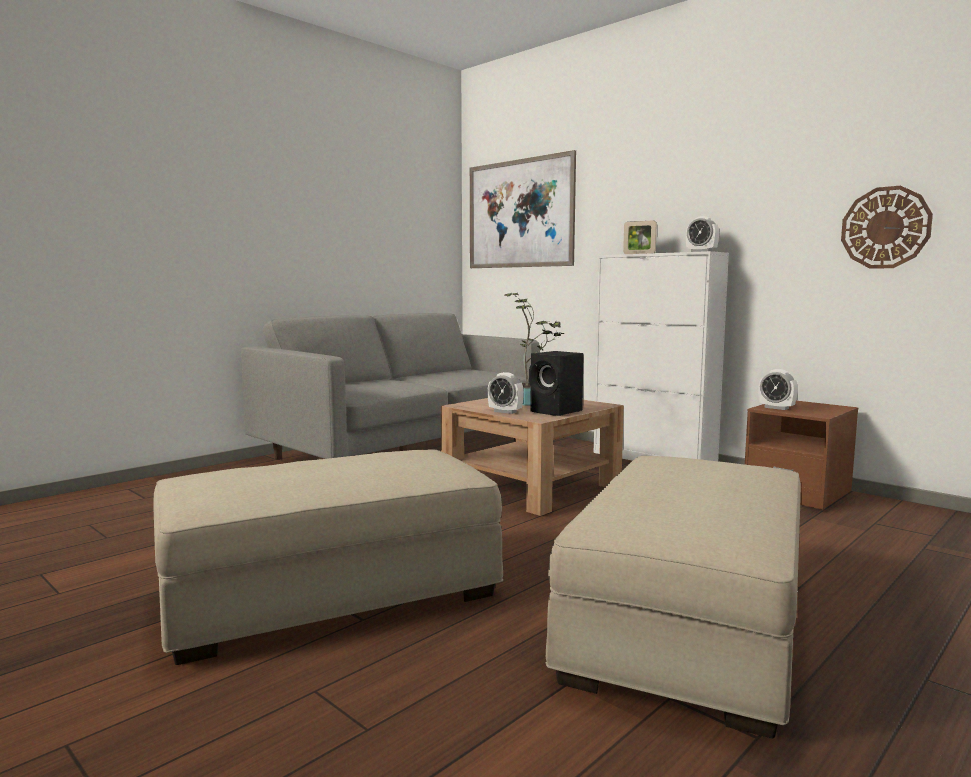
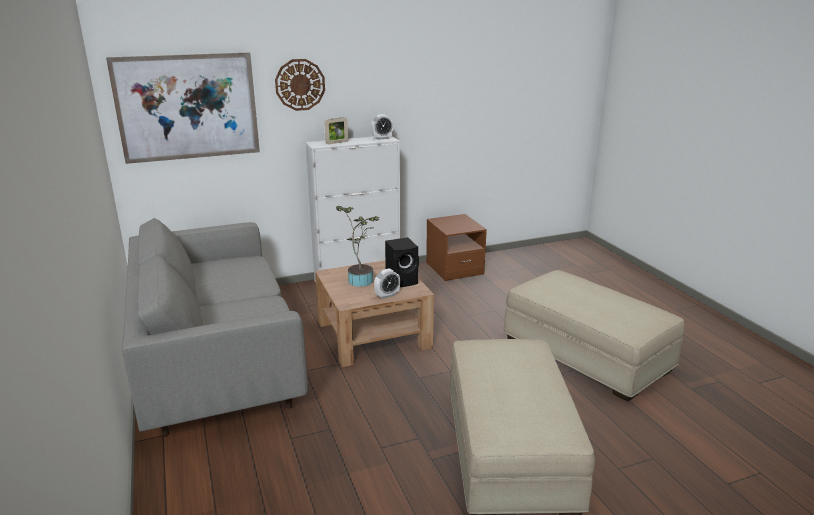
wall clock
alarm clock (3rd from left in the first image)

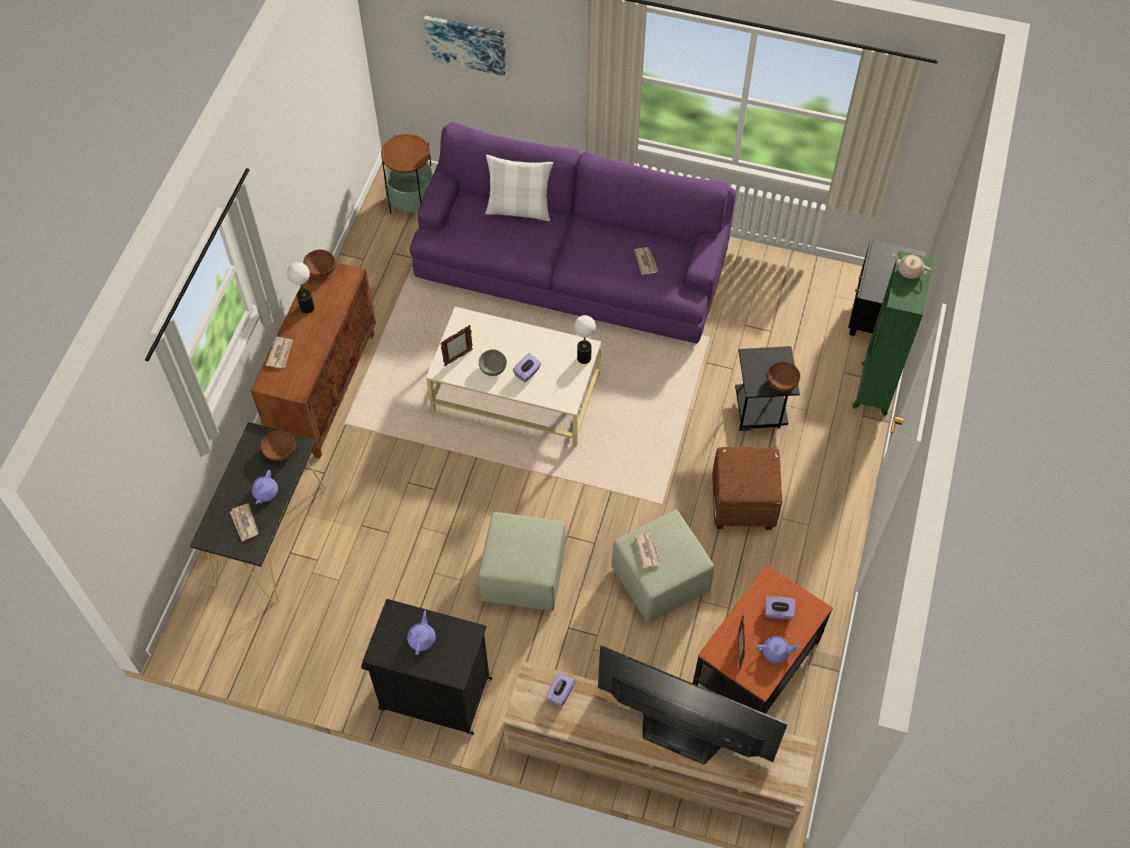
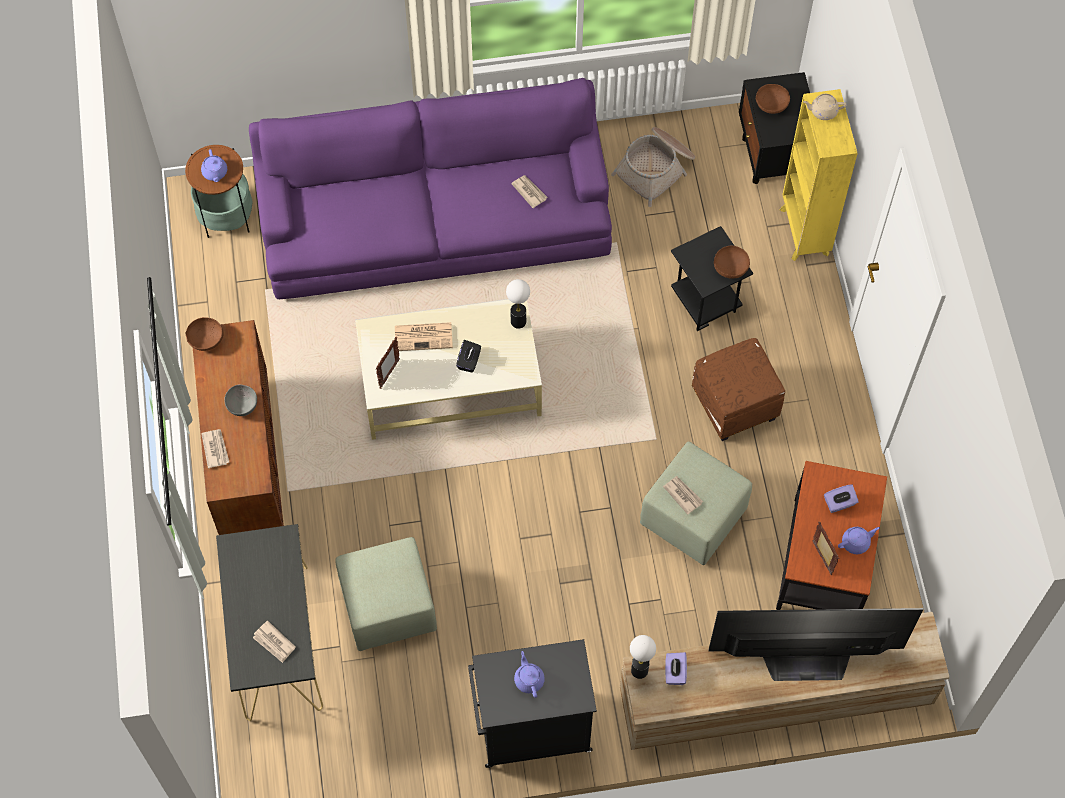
picture
white pillow
yellow bookcase
table lamp (2nd from left)
grey bowl
black tissue box
brown bowl (3rd from left)
purple teapot (1st from left)
green ottoman (1st from left)
basket
newspaper (3rd from left)

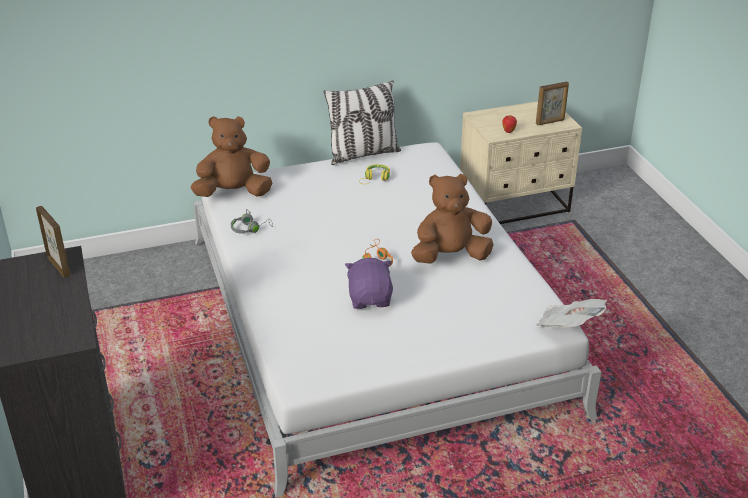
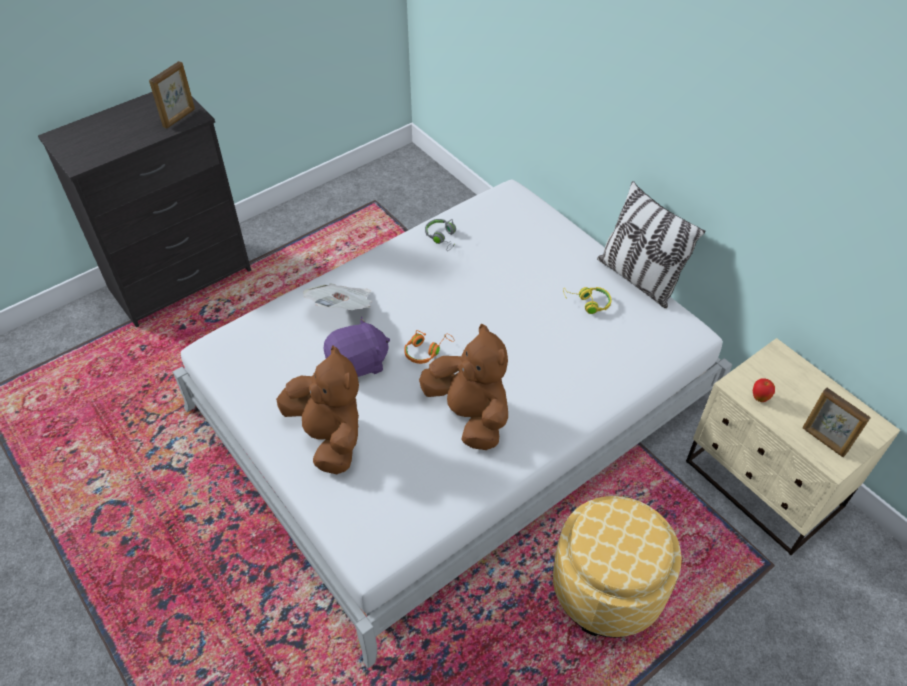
brown plush toy (1st from left)
newspaper
ottoman

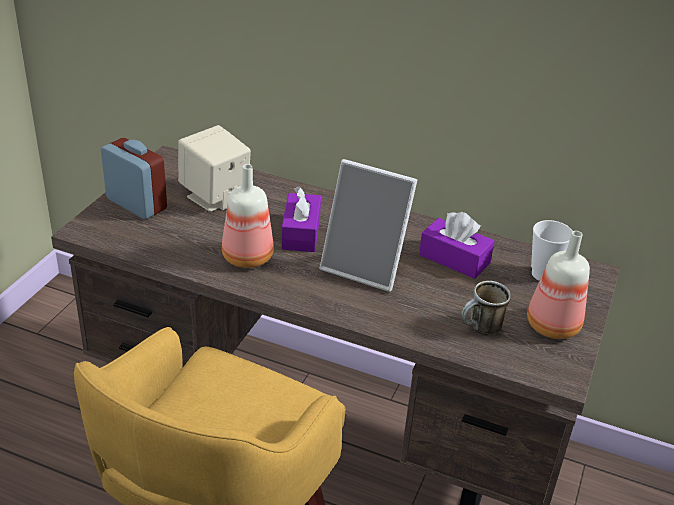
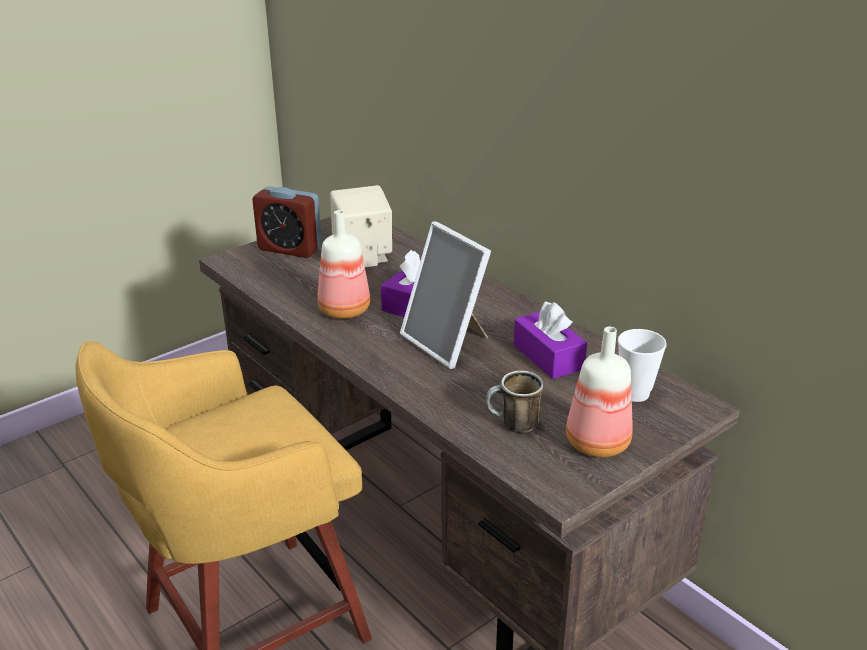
alarm clock

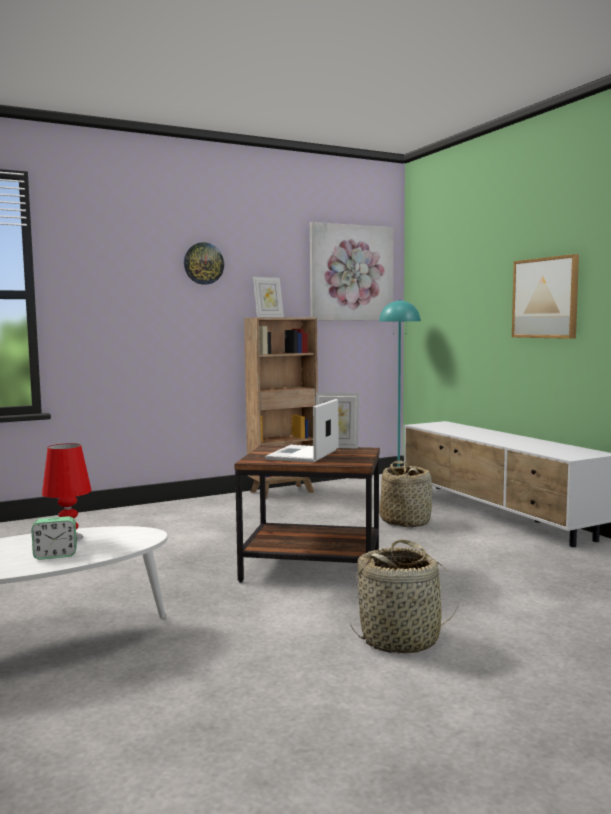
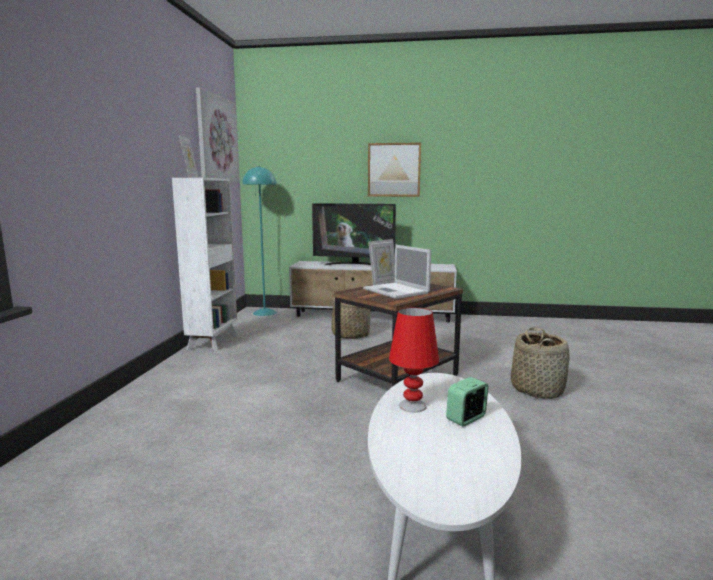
wall clock
white bookcase
alarm clock
television

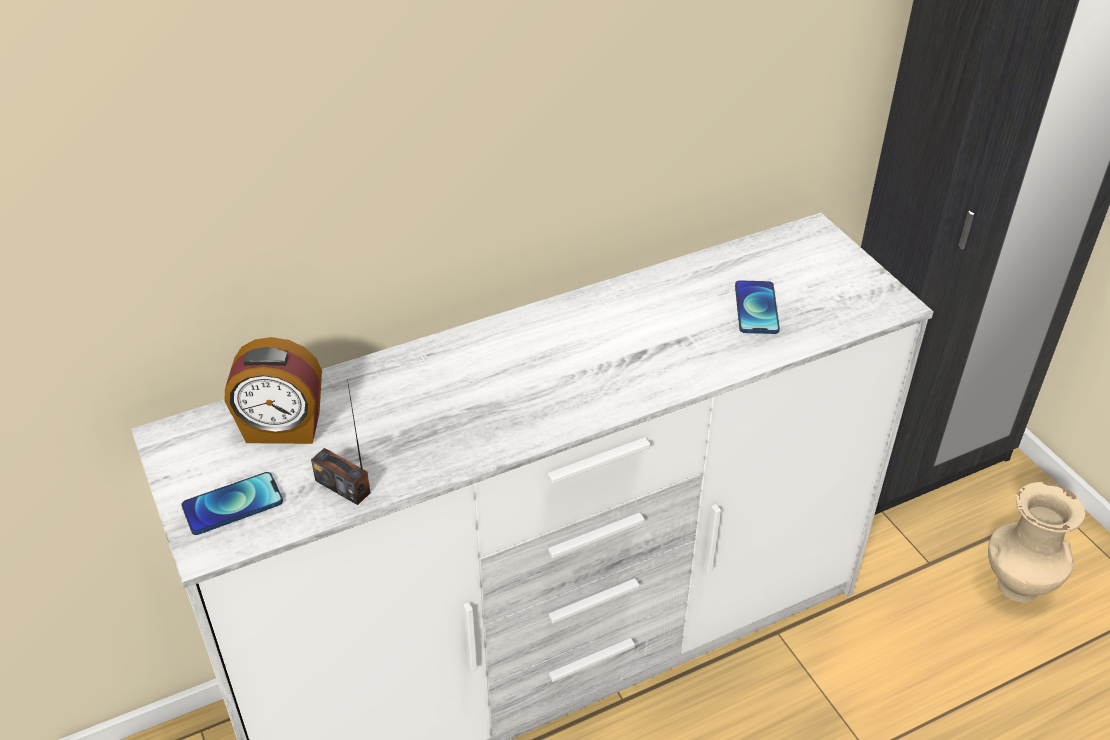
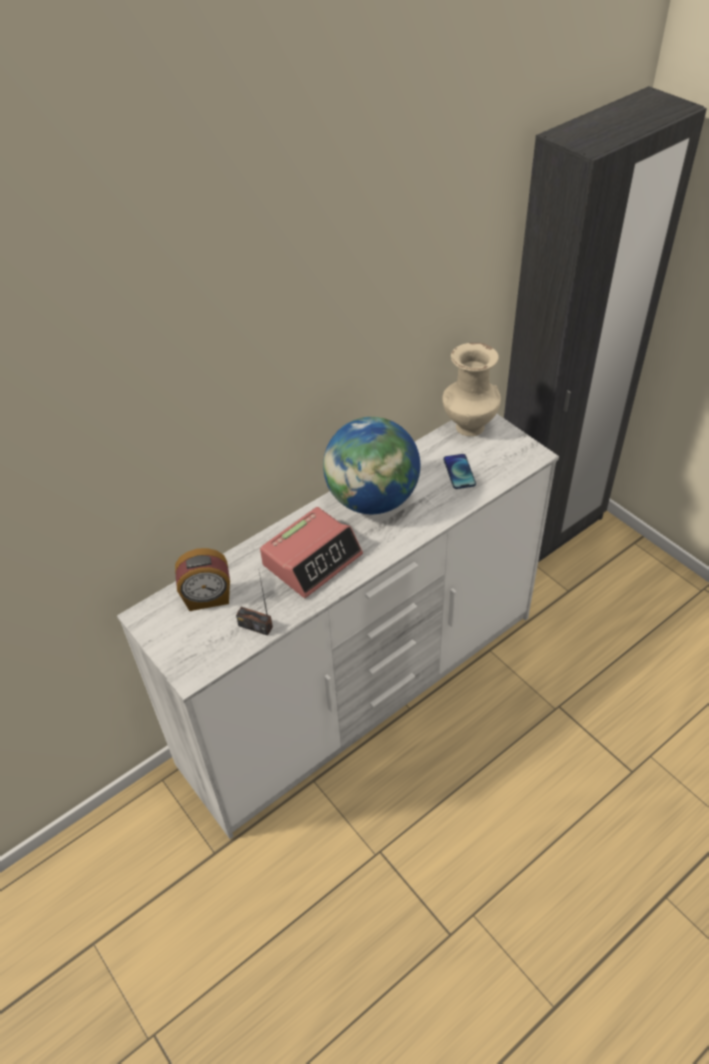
phone (1st from left in the first image)
beige vase
globe
alarm clock (2nd from left)

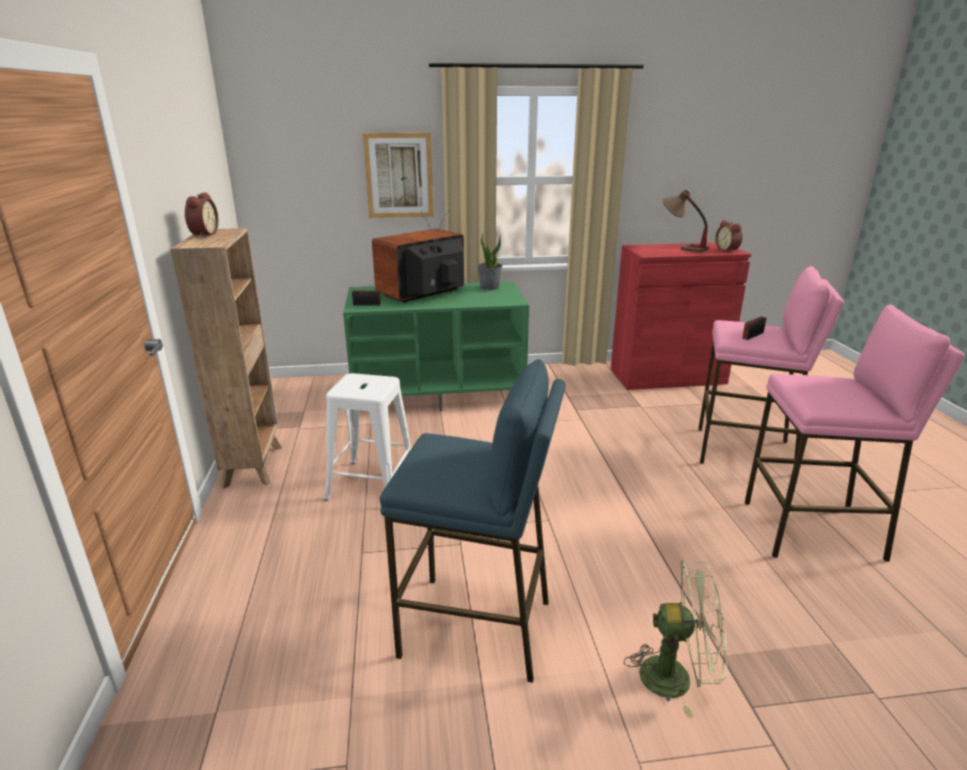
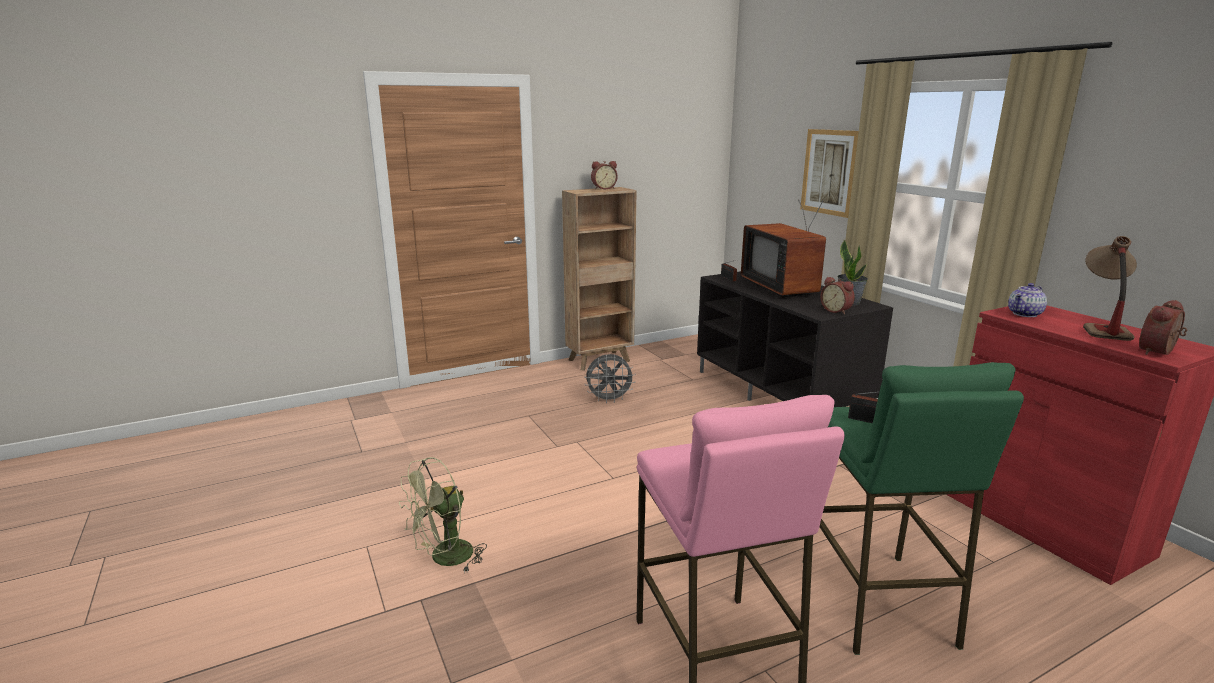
television
green stool
black tv stand
blue stool
grey fan
green fan
alarm clock (2nd from left)
teapot

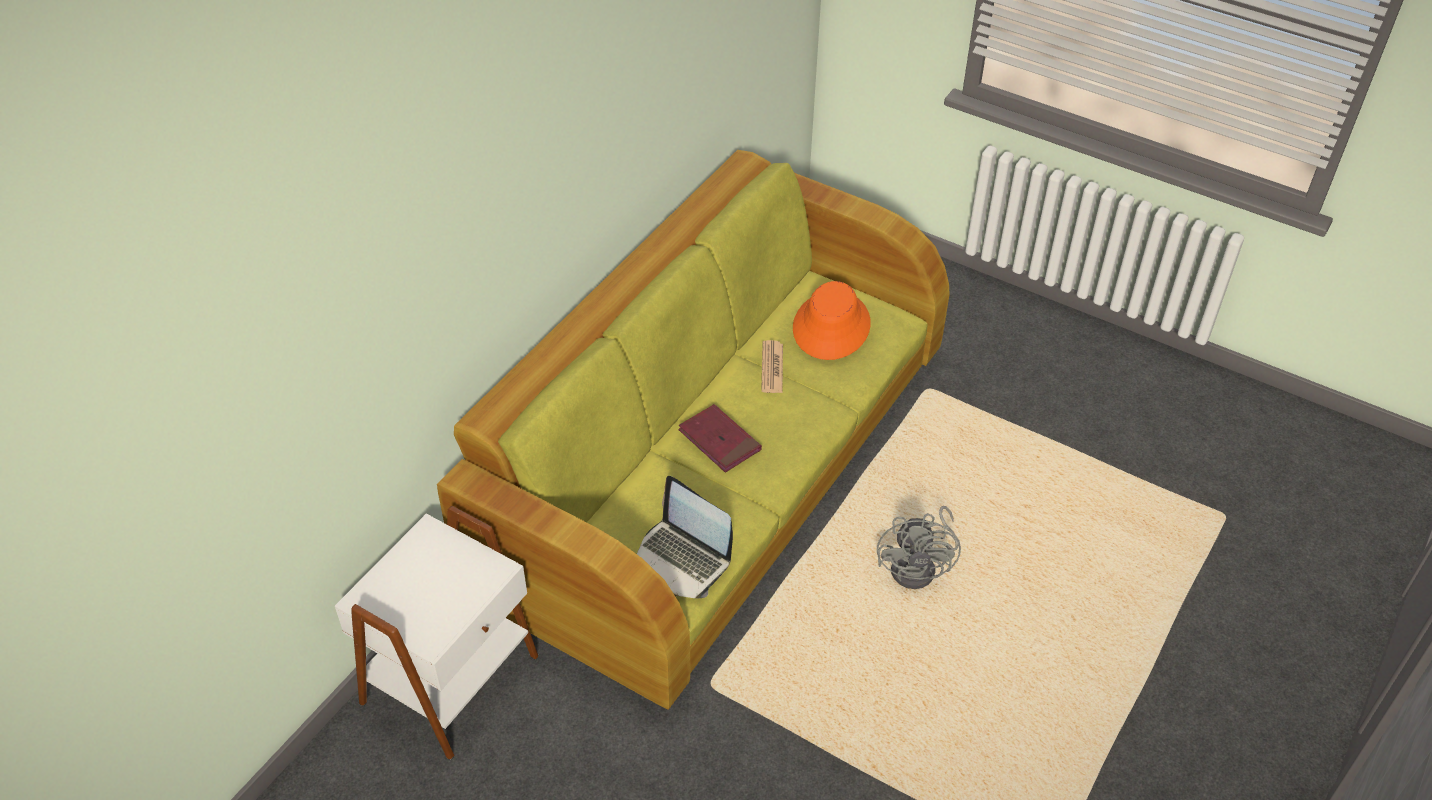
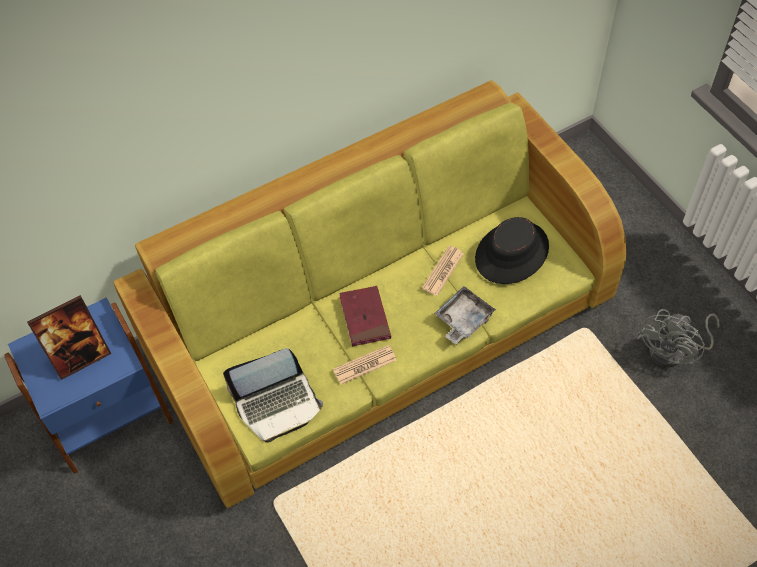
black hat
laptop
blue side table
grey fan
grey tray
picture frame
newspaper (1st from left)

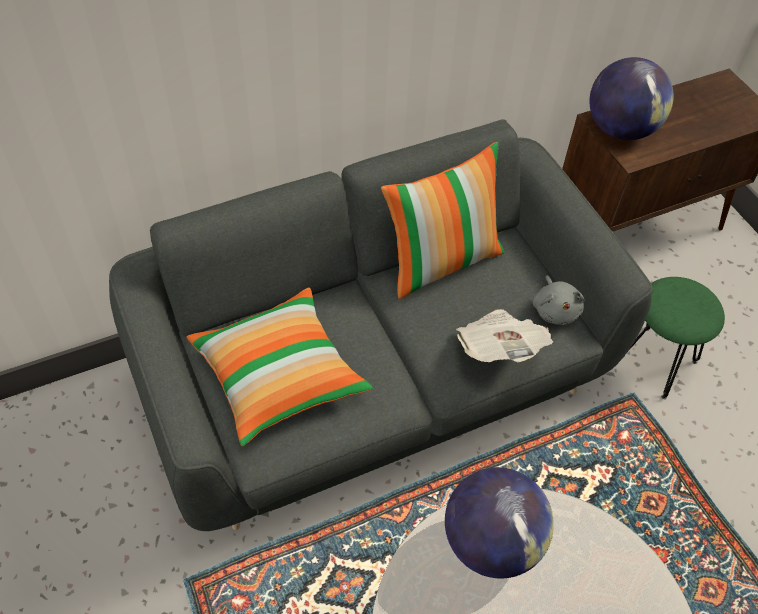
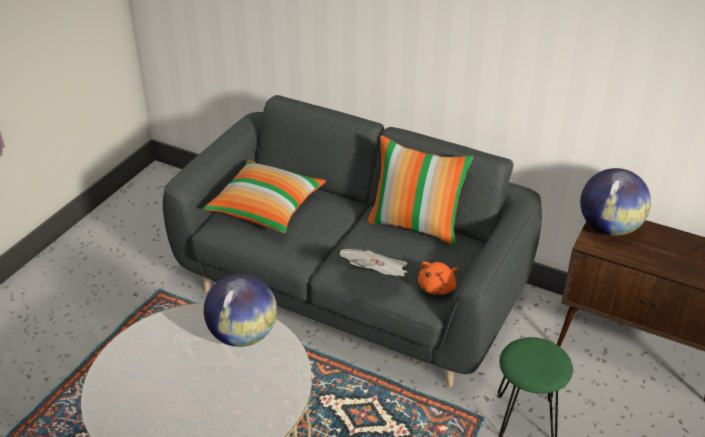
orange plush toy

